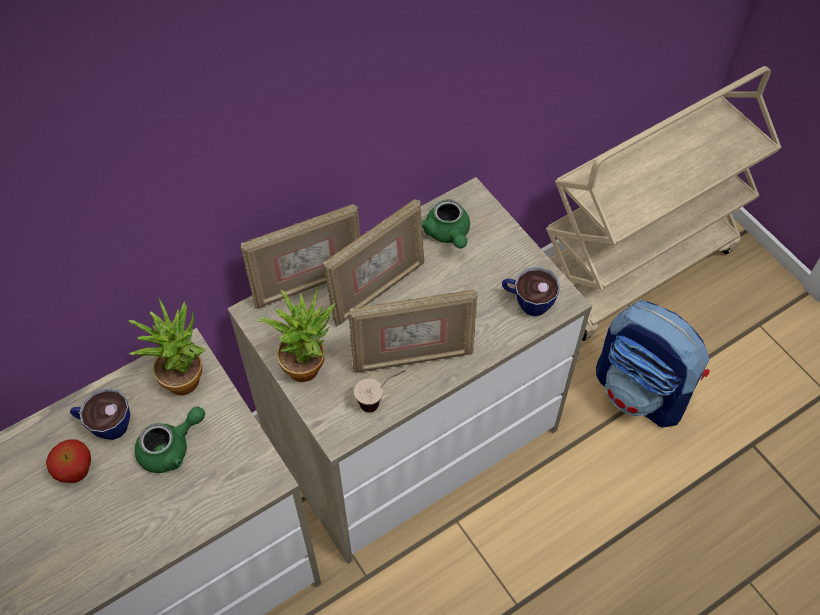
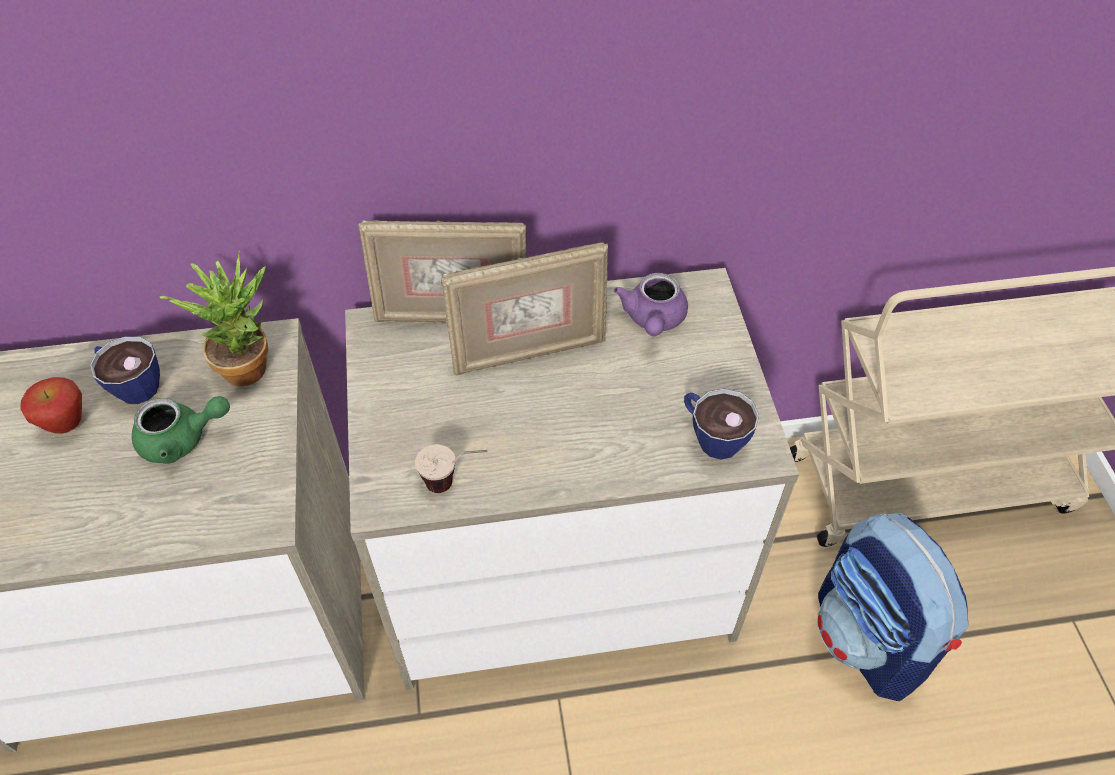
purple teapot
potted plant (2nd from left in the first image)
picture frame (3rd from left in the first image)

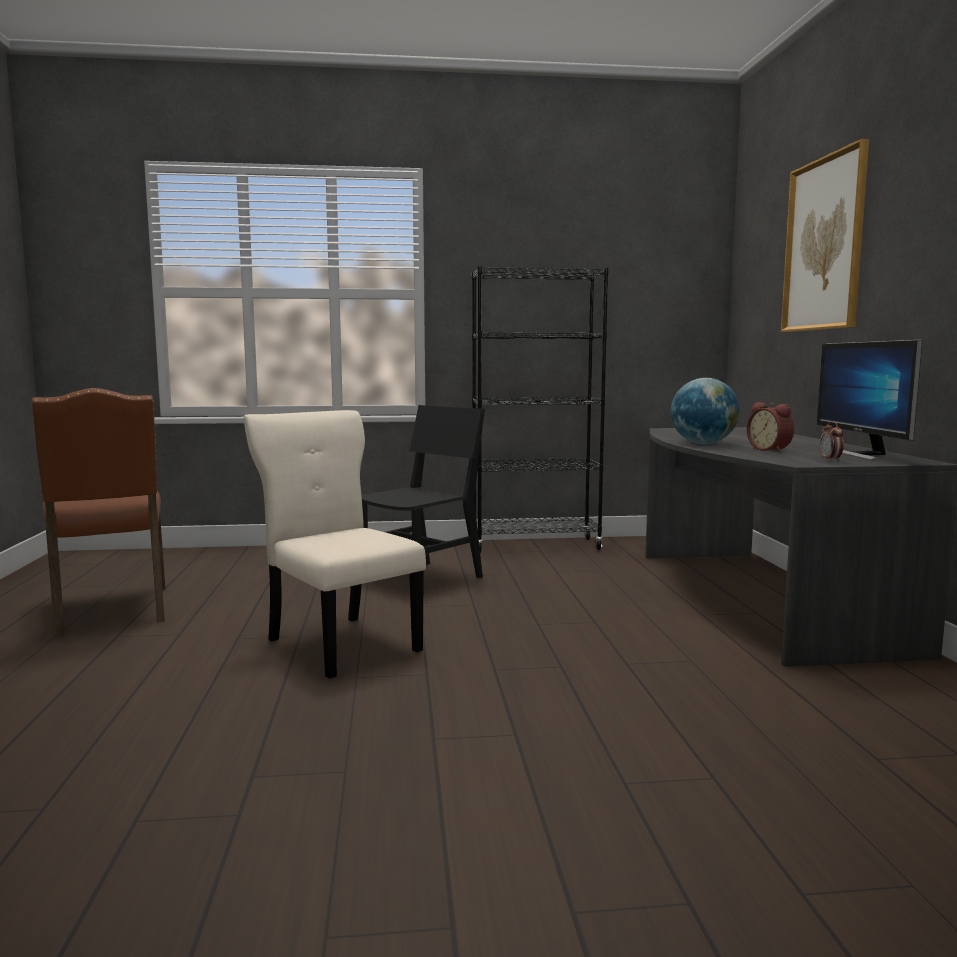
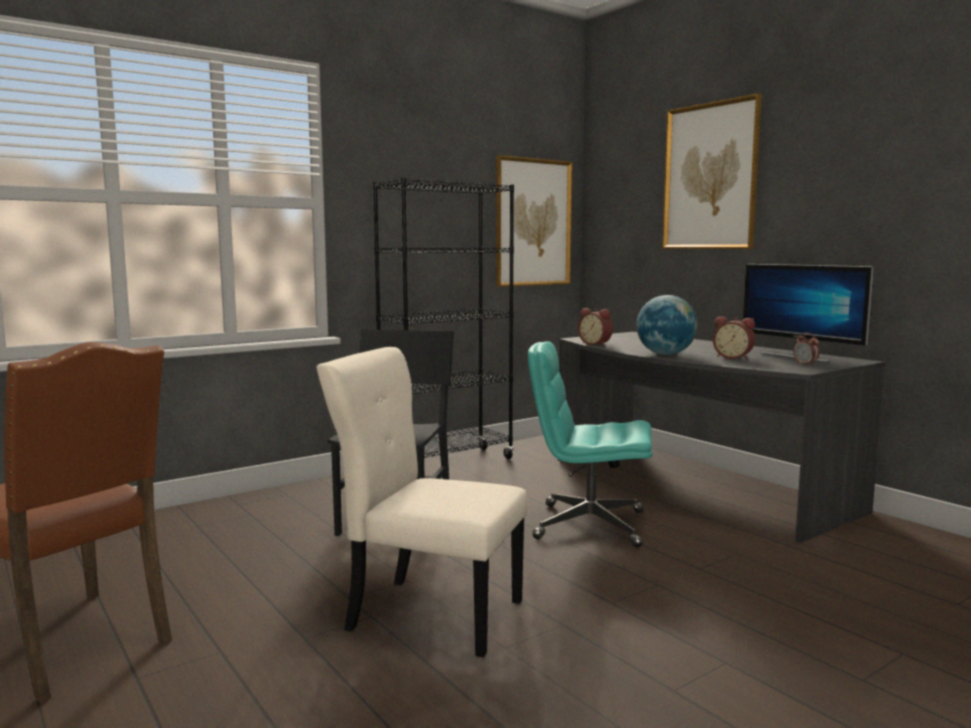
picture (1st from left)
alarm clock (1st from left)
turquoise office chair

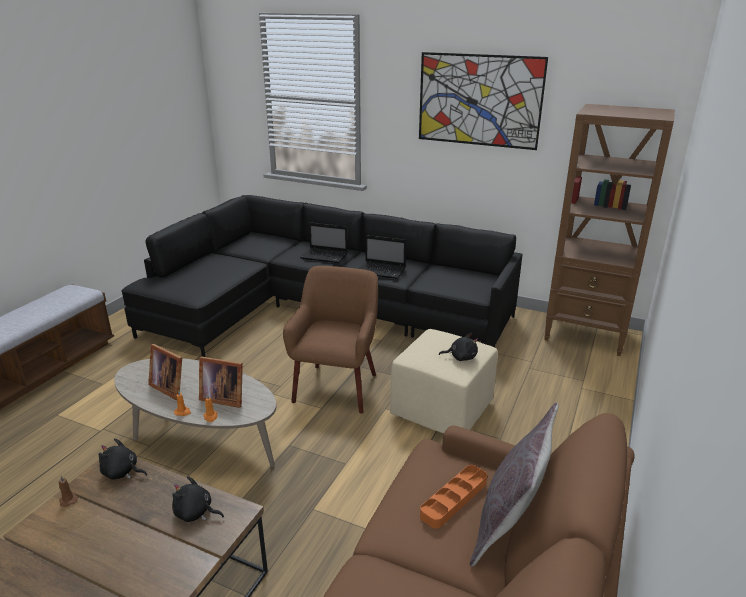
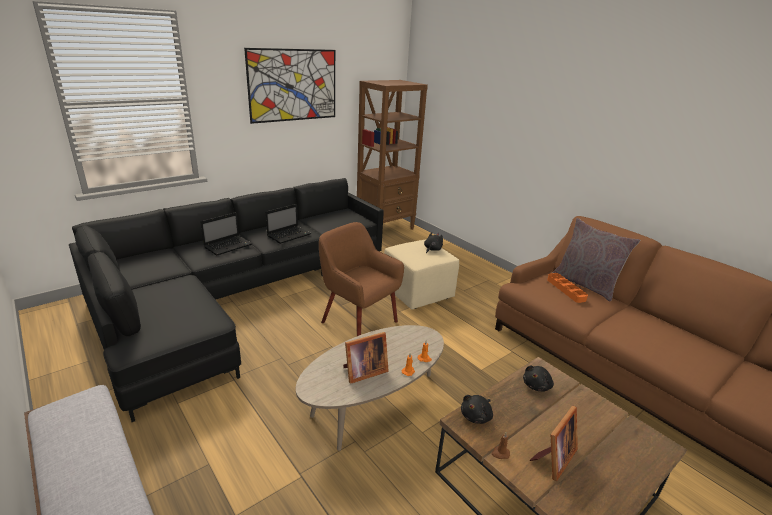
picture frame (2nd from left)

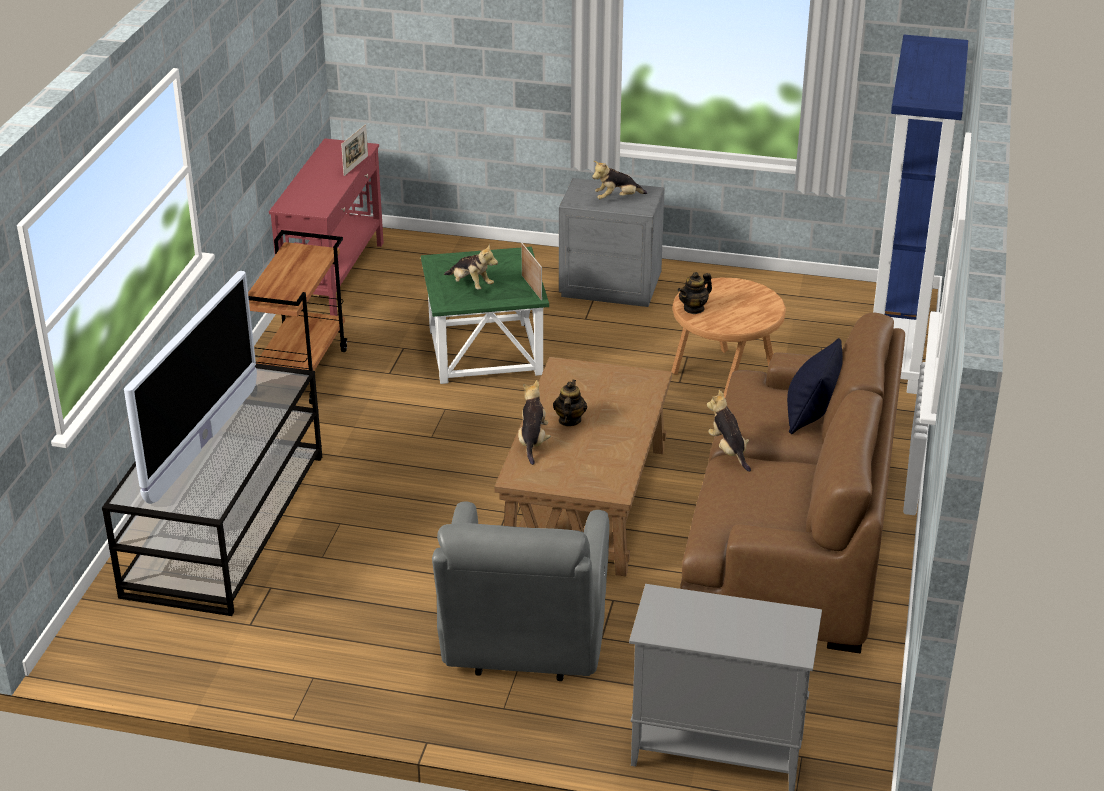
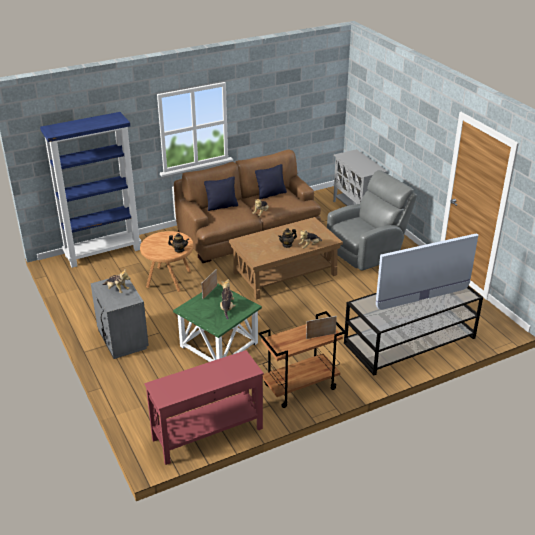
picture frame (2nd from left)
black pillow (2nd from left)

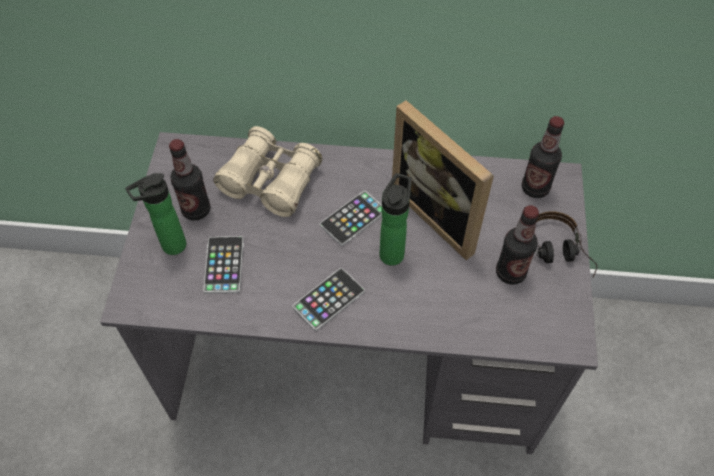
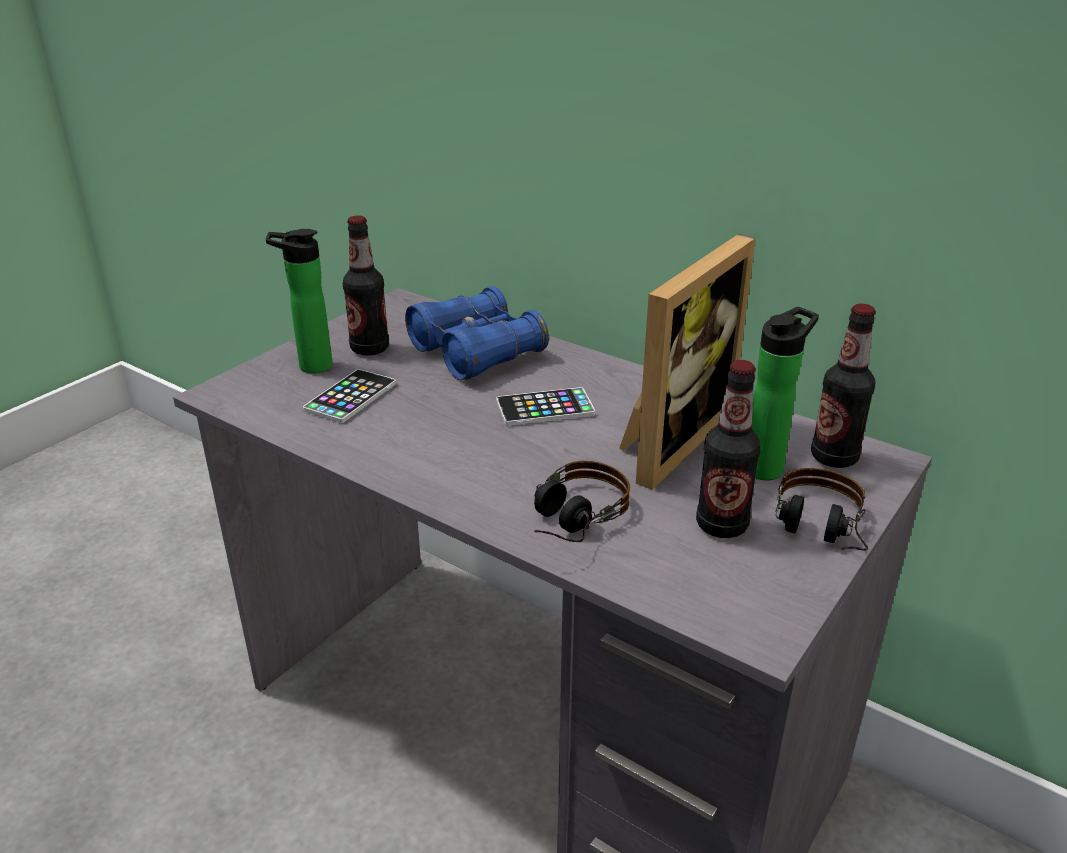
picture frame
blue binoculars
bottle (4th from left)
phone (2nd from left in the first image)
headphones (1st from left)

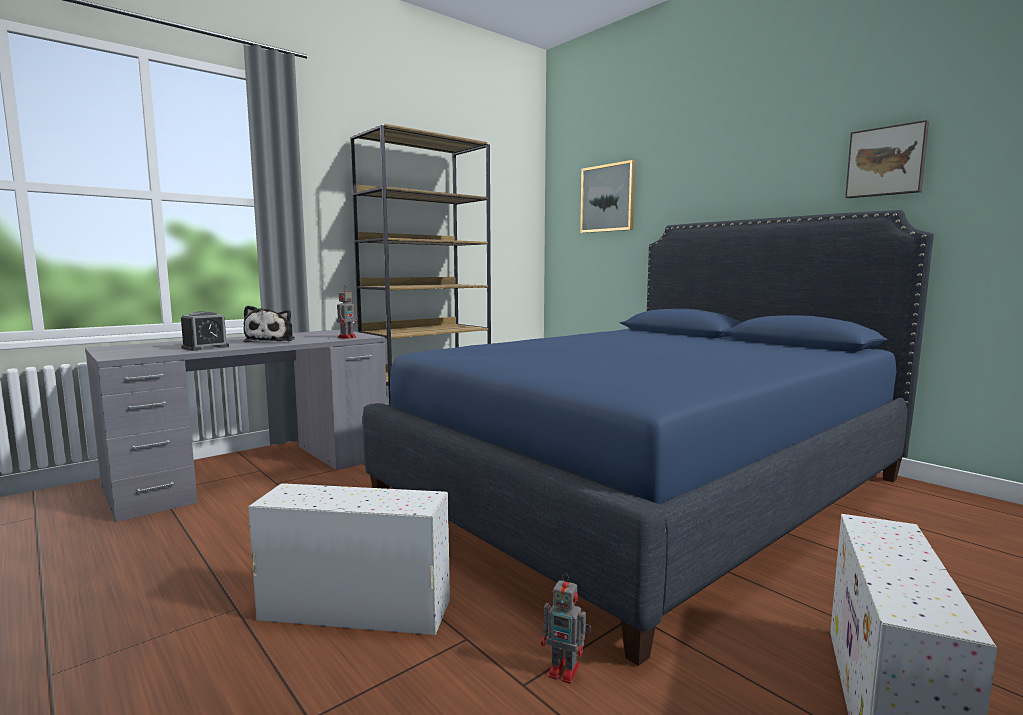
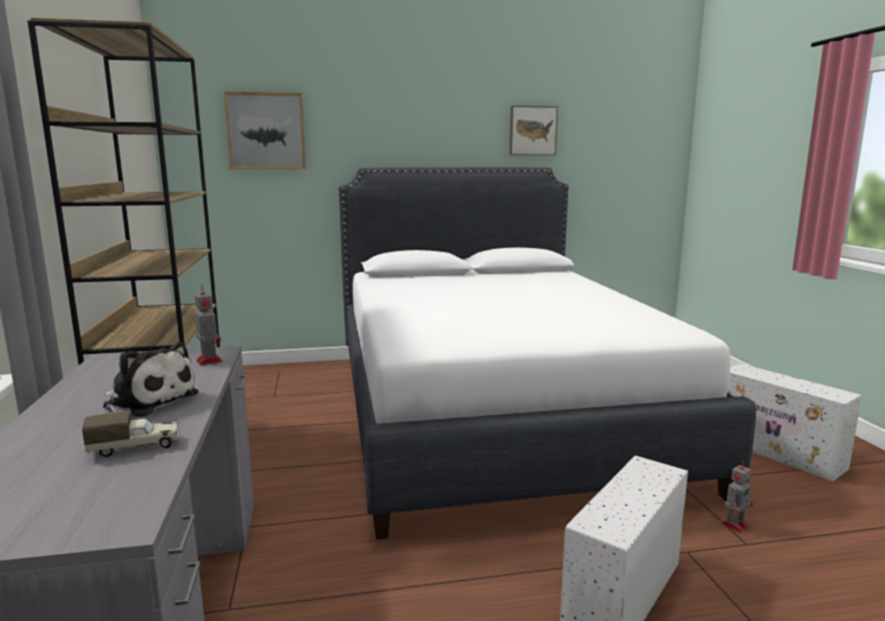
white bed
toy truck

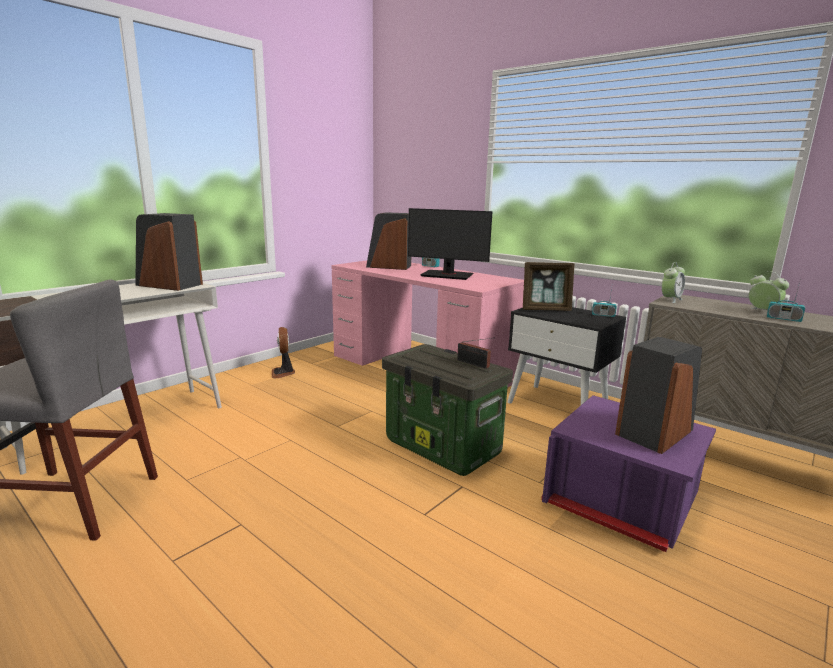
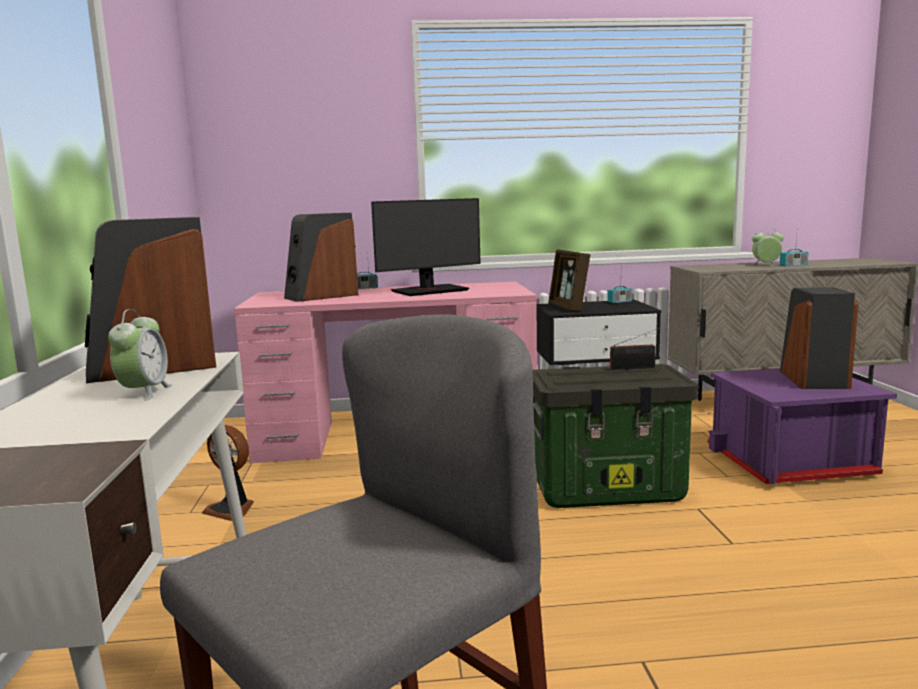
picture frame
alarm clock (1st from left)

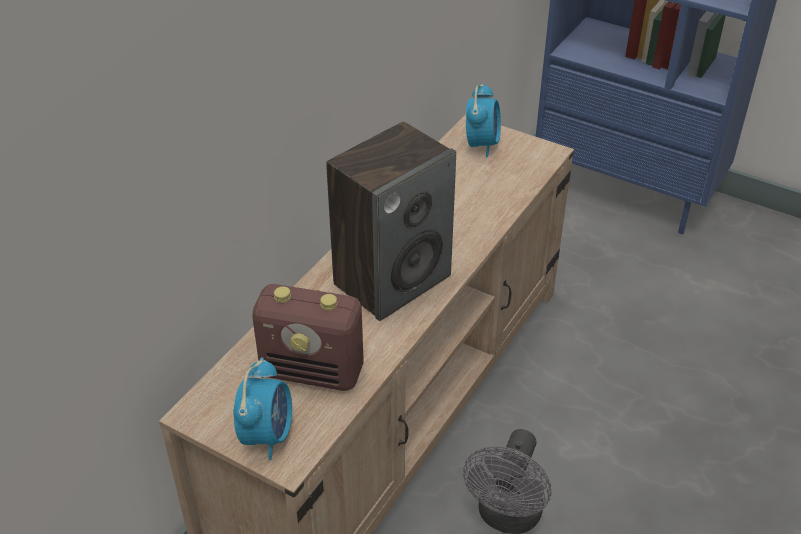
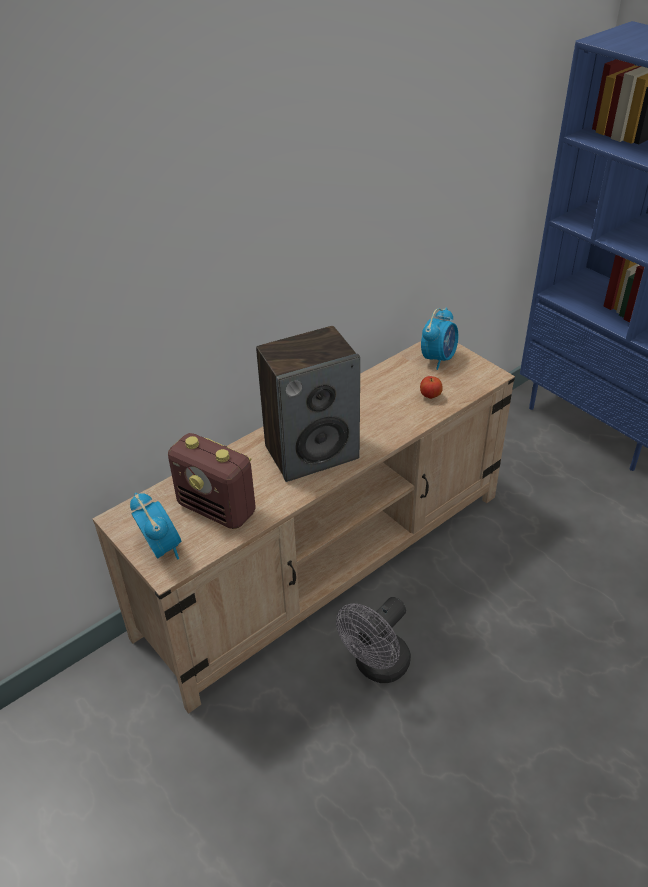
alarm clock (1st from left)
apple

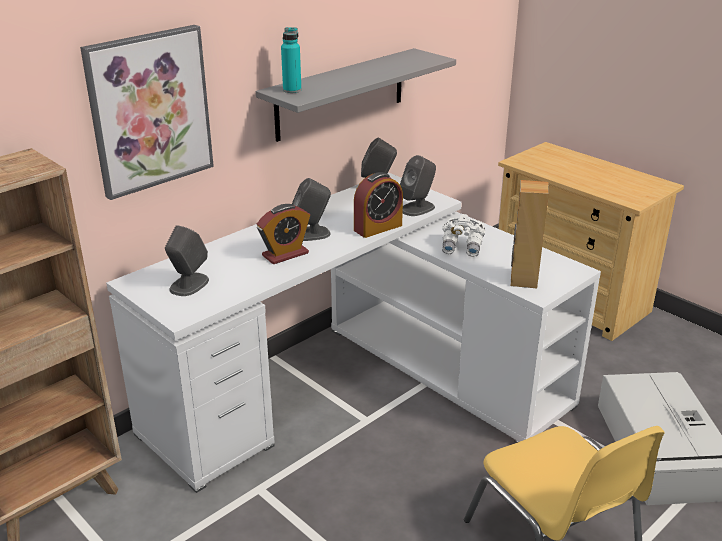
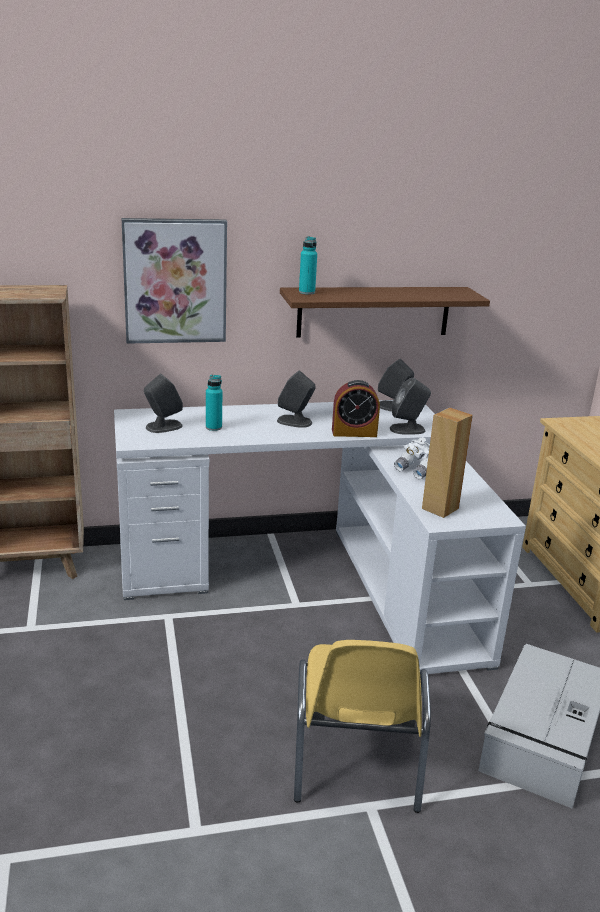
brown shelf
alarm clock (1st from left in the first image)
turquoise bottle (1st from left)

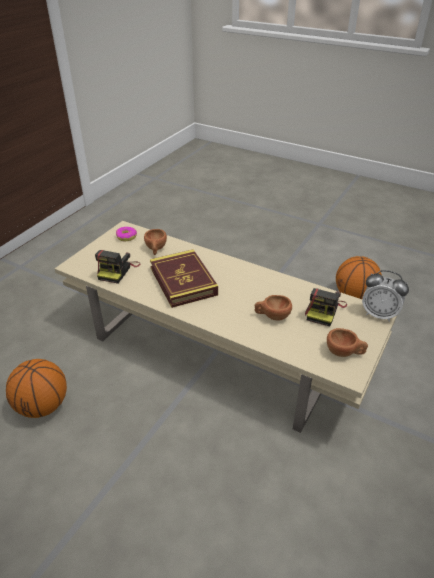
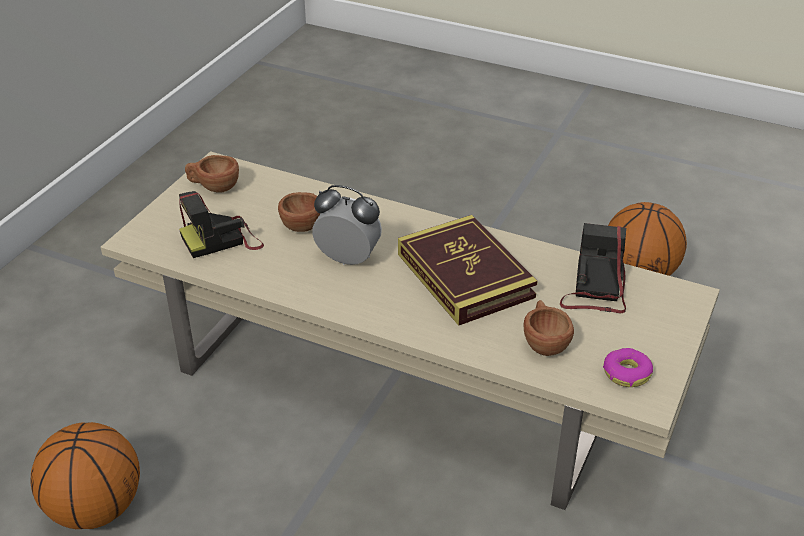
alarm clock
photo camera (1st from left)

